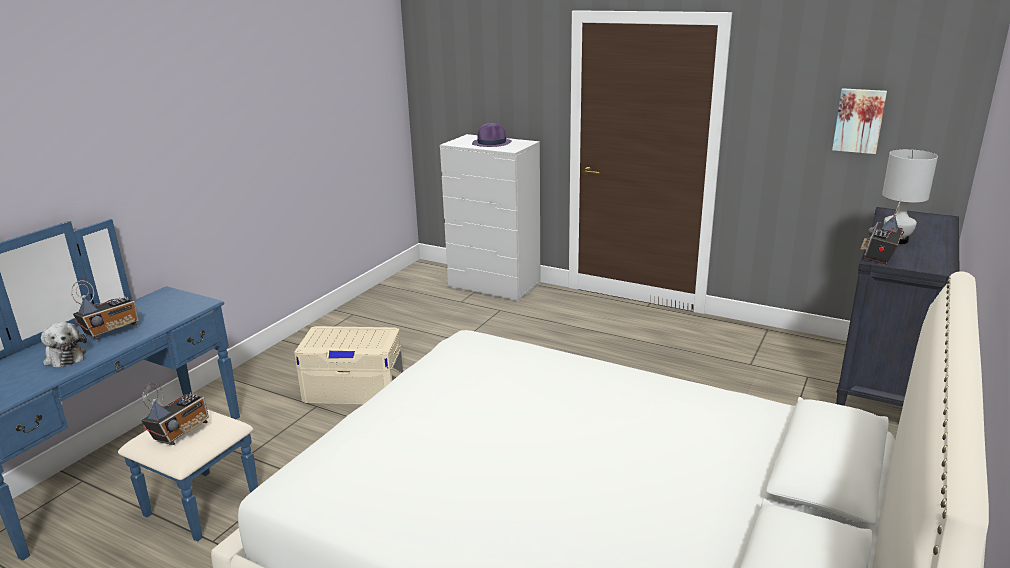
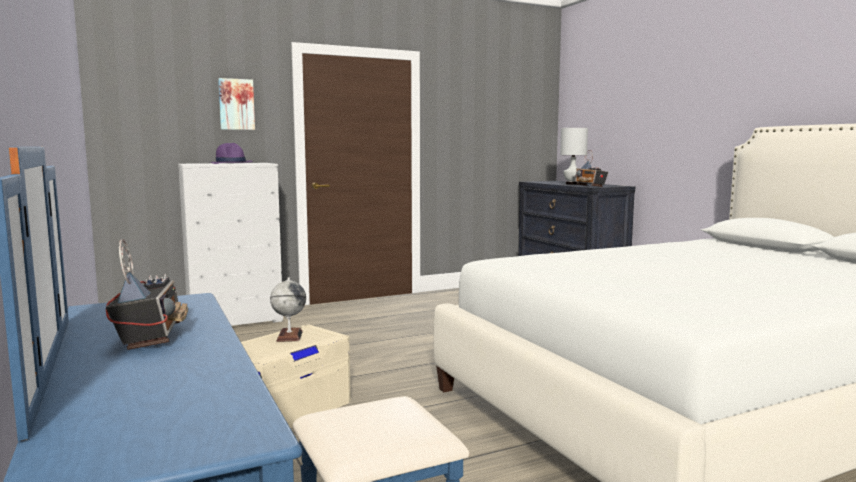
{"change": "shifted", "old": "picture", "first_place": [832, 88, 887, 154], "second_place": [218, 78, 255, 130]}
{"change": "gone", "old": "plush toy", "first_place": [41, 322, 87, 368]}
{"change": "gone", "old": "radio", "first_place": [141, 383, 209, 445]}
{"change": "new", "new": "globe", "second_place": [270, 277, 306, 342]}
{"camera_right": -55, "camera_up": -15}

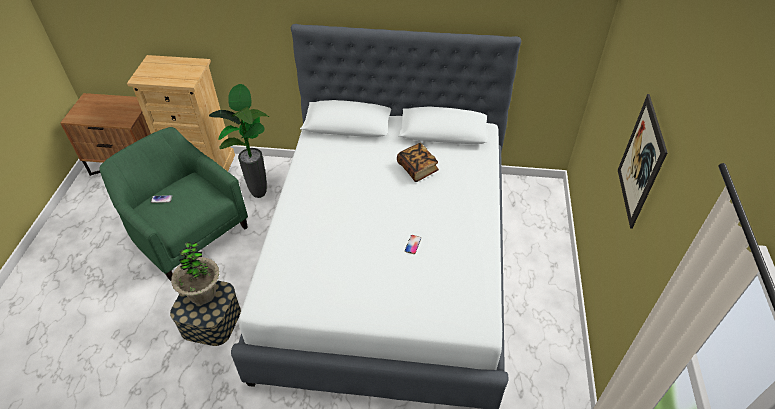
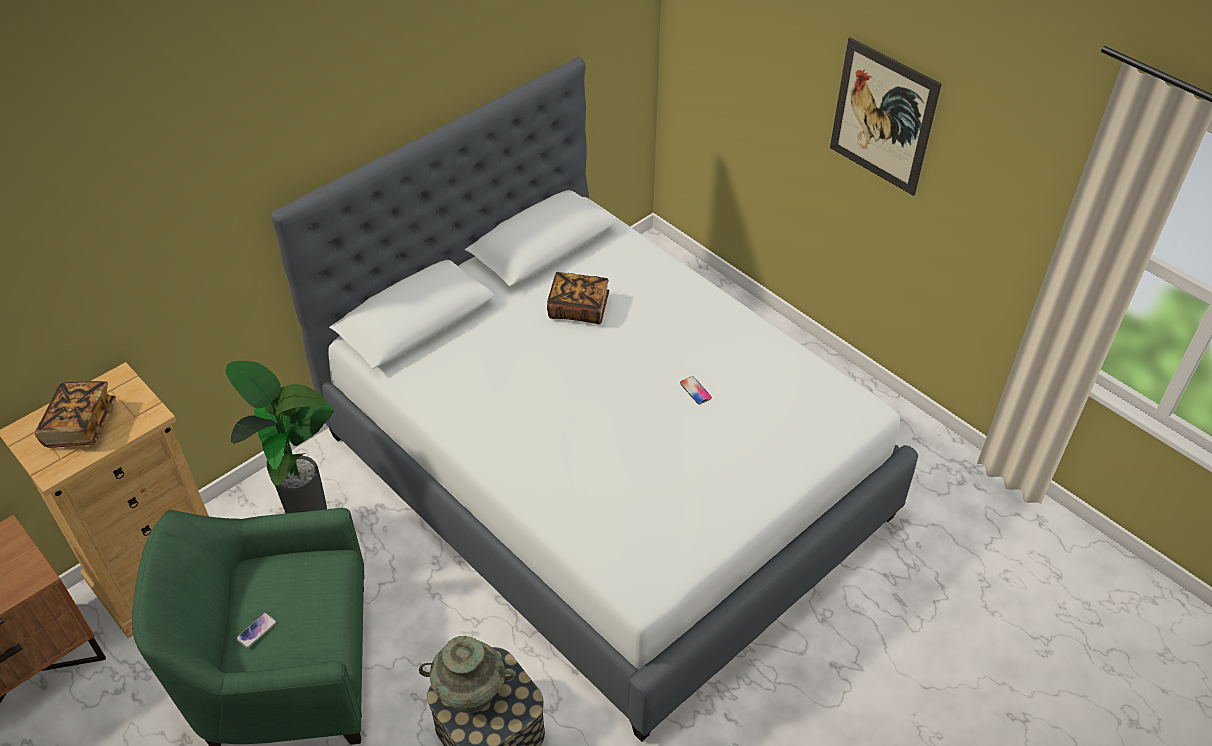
{"change": "swapped", "old": "potted plant", "new": "turquoise vase", "first_place": [171, 242, 219, 305], "second_place": [419, 636, 516, 713]}
{"change": "new", "new": "book", "second_place": [35, 381, 116, 448]}
{"camera_right": -50, "camera_up": 0}

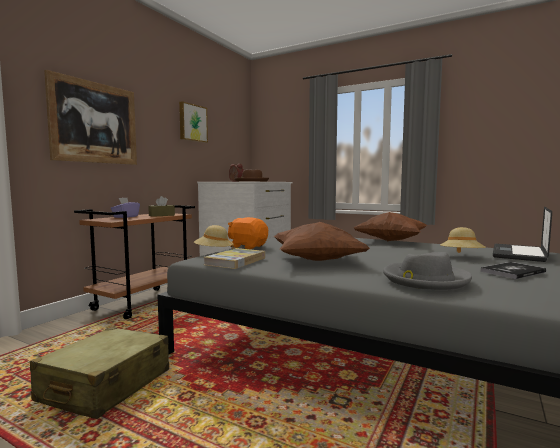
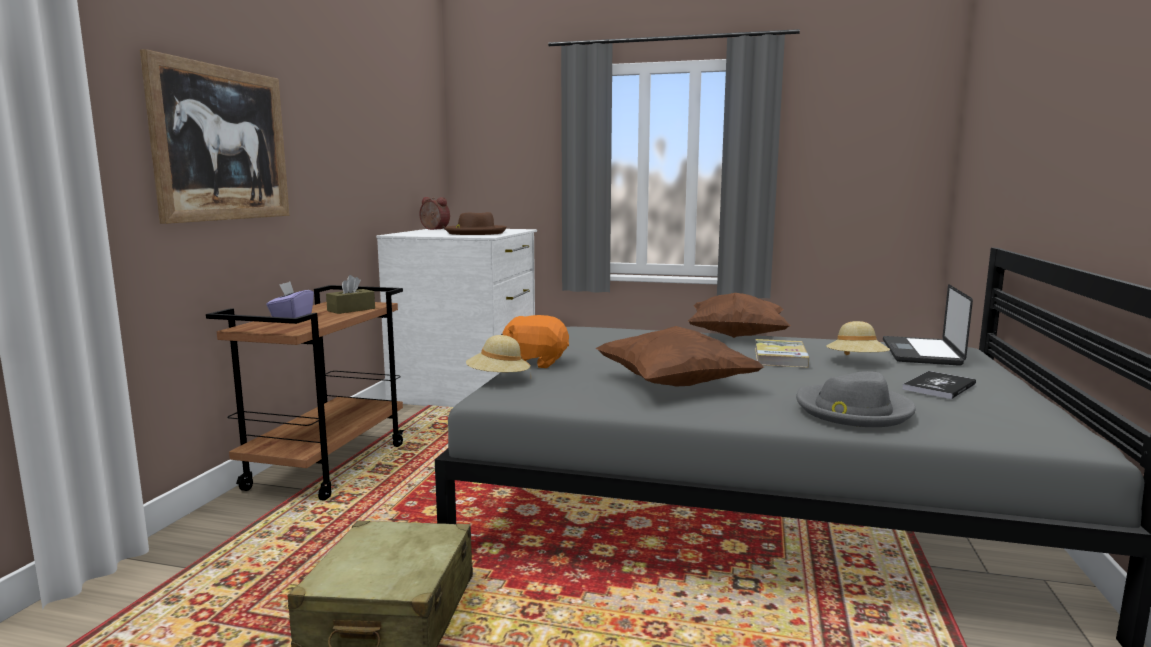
{"change": "gone", "old": "picture", "first_place": [179, 101, 208, 143]}
{"change": "shifted", "old": "book", "first_place": [203, 248, 265, 269], "second_place": [755, 339, 809, 368]}
{"camera_right": -15, "camera_up": 5}

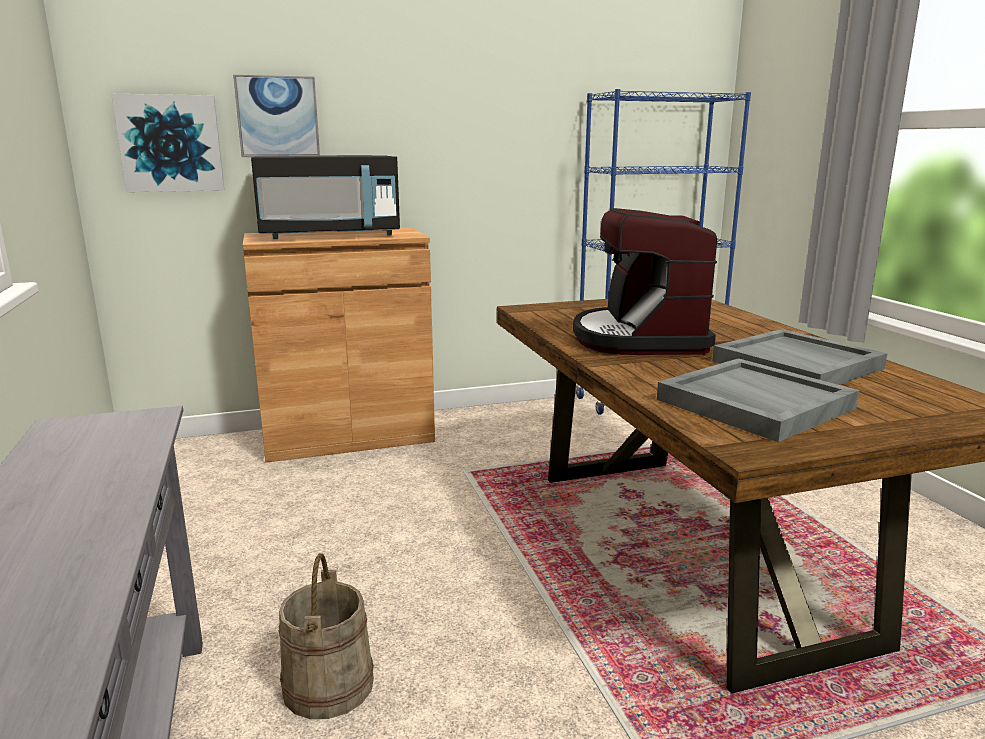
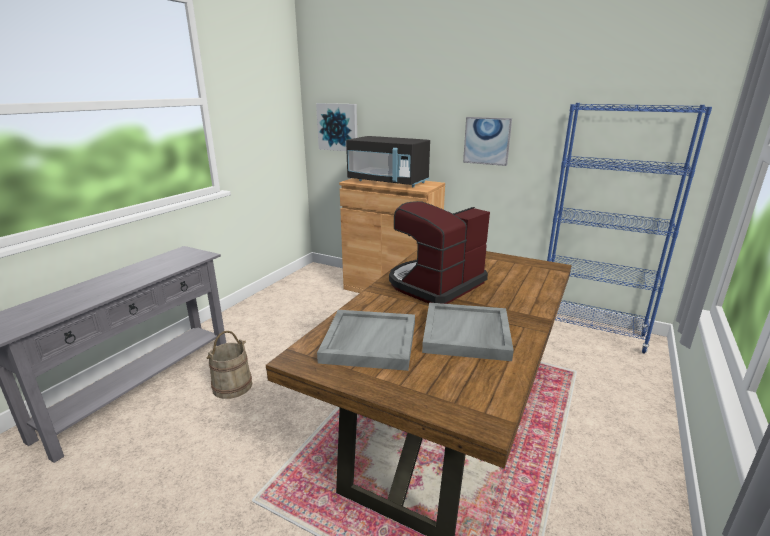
{"change": "shifted", "old": "picture", "first_place": [233, 75, 320, 157], "second_place": [463, 117, 512, 166]}
{"camera_right": 45, "camera_up": 5}

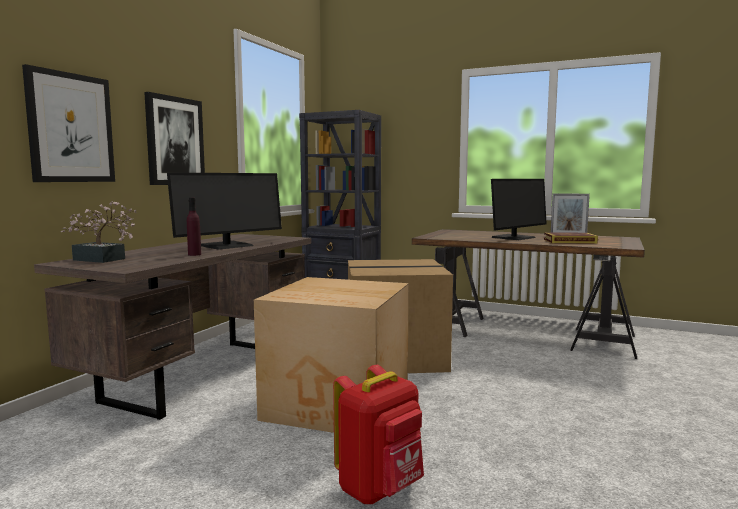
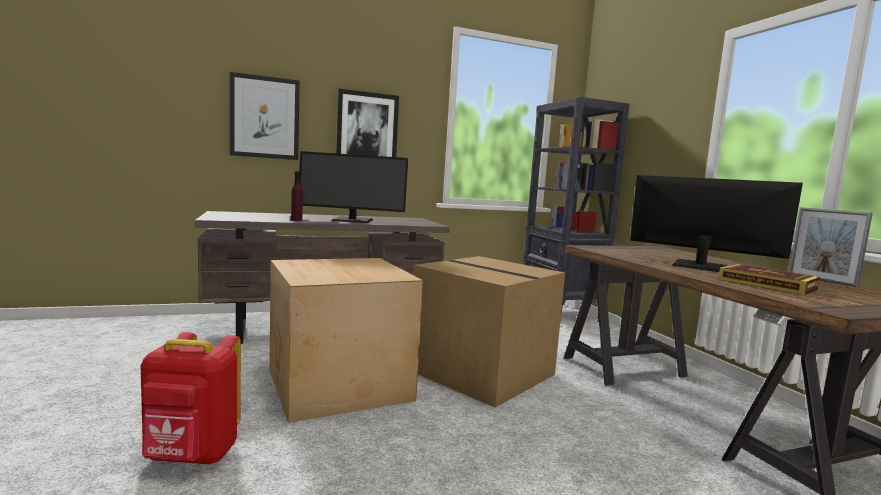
{"change": "rotated", "old": "monitor", "first_place": [491, 179, 547, 240], "second_place": [630, 175, 803, 272], "degrees": -150}
{"change": "gone", "old": "potted plant", "first_place": [61, 201, 137, 263]}
{"camera_right": 45, "camera_up": 0}

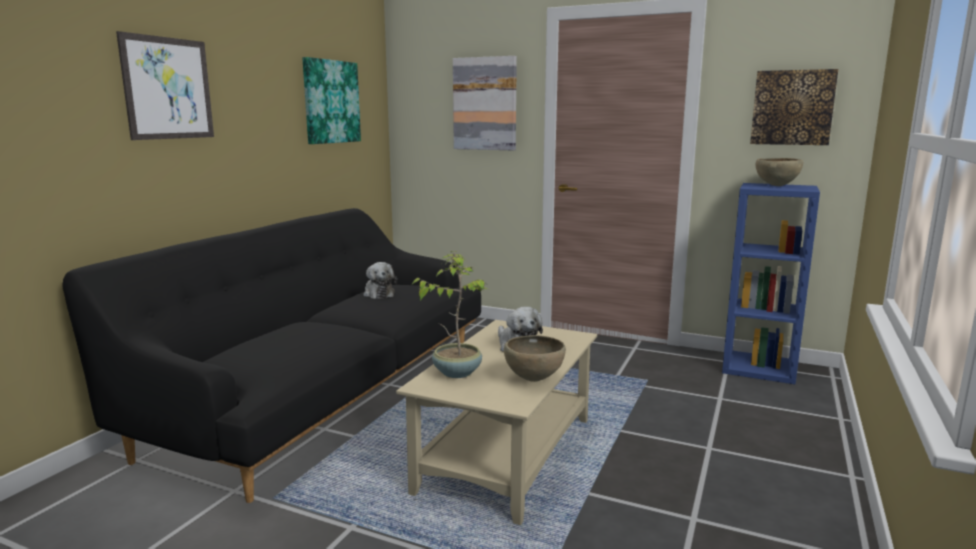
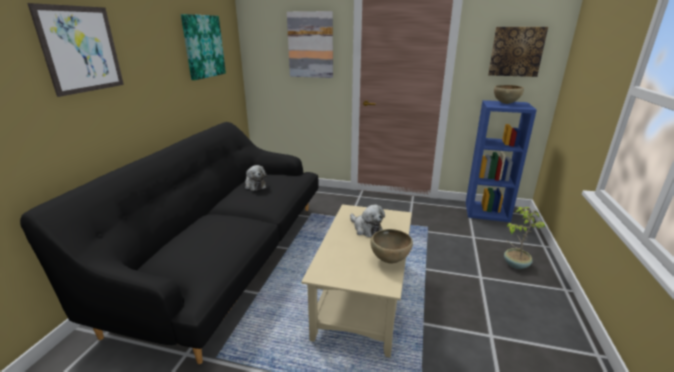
{"change": "shifted", "old": "potted plant", "first_place": [411, 251, 488, 378], "second_place": [504, 207, 545, 269]}
{"camera_right": -10, "camera_up": 10}

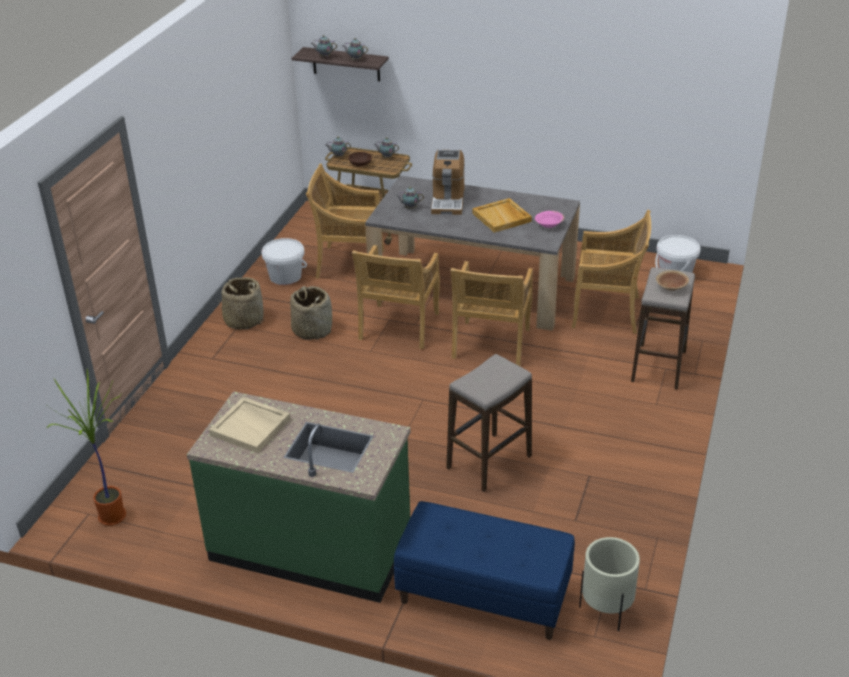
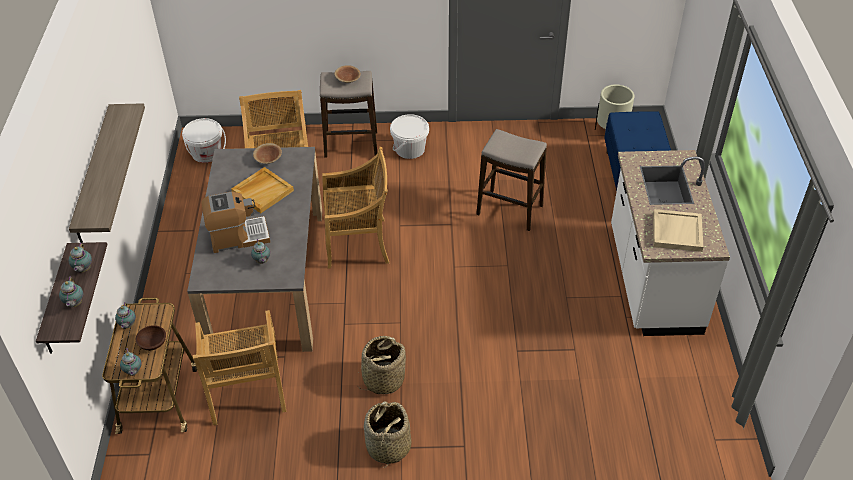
{"change": "repainted", "old": "pink bowl", "new": "brown bowl", "first_place": [535, 211, 564, 228], "second_place": [253, 143, 282, 164]}
{"change": "shifted", "old": "white bucket", "first_place": [262, 238, 307, 285], "second_place": [390, 114, 429, 159]}
{"change": "gone", "old": "beige chair", "first_place": [352, 245, 440, 349]}
{"change": "gone", "old": "potted plant", "first_place": [46, 369, 126, 526]}
{"change": "repainted", "old": "green counter", "new": "white counter", "first_place": [187, 391, 411, 603], "second_place": [611, 150, 730, 336]}
{"change": "new", "new": "shelf", "second_place": [69, 103, 145, 243]}
{"camera_right": -110, "camera_up": 10}

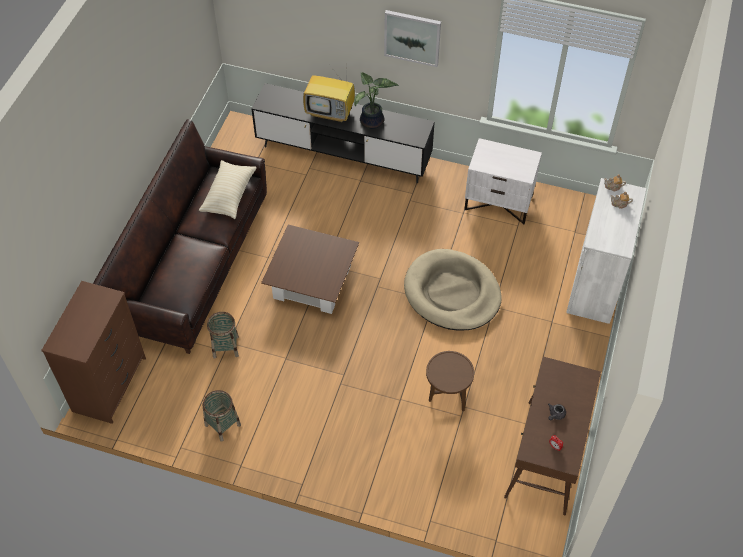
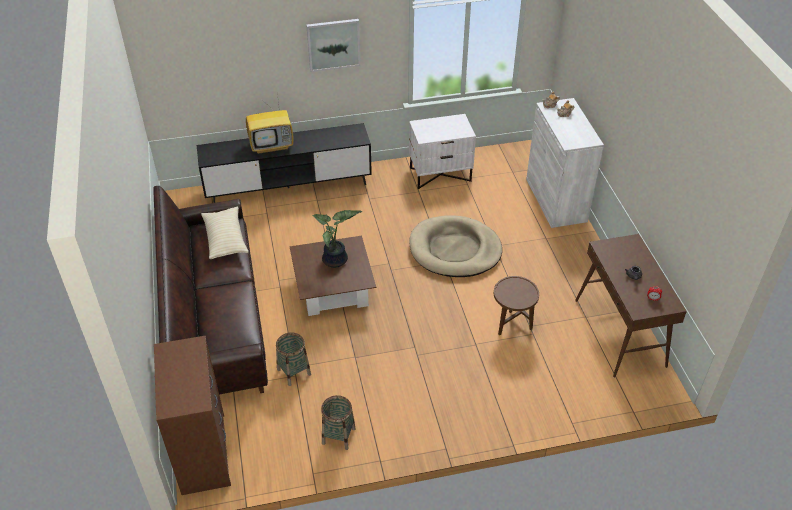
{"change": "shifted", "old": "potted plant", "first_place": [354, 72, 399, 129], "second_place": [313, 210, 362, 268]}
{"camera_right": -30, "camera_up": -10}

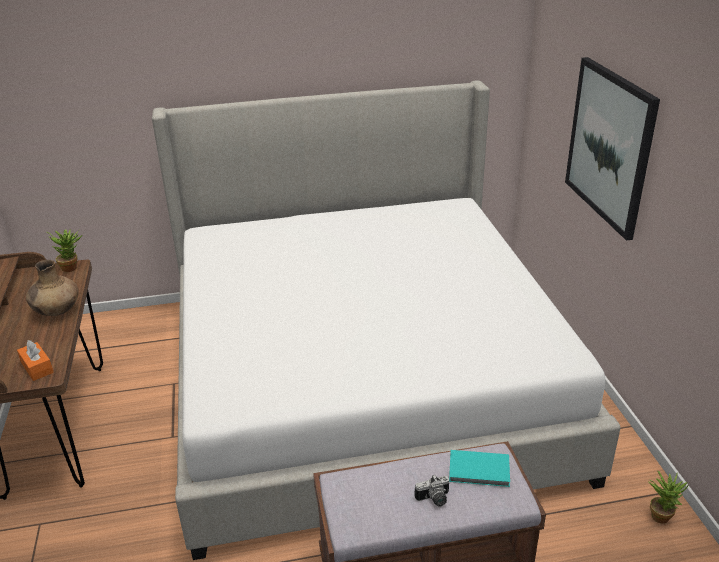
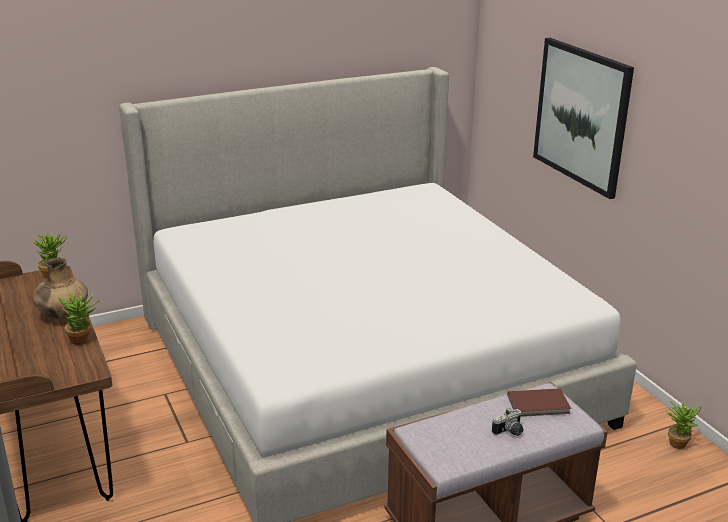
{"change": "gone", "old": "orange tissue box", "first_place": [17, 340, 54, 381]}
{"change": "repainted", "old": "turquoise book", "new": "brown book", "first_place": [449, 450, 510, 487], "second_place": [508, 388, 571, 417]}
{"change": "new", "new": "potted plant", "second_place": [58, 290, 101, 345]}
{"camera_right": -15, "camera_up": -5}

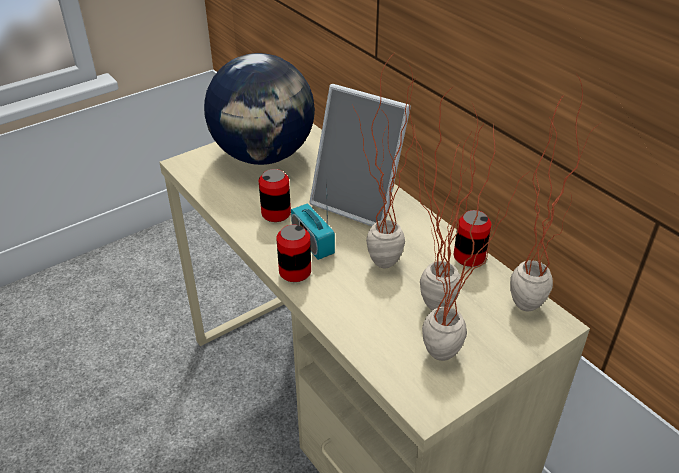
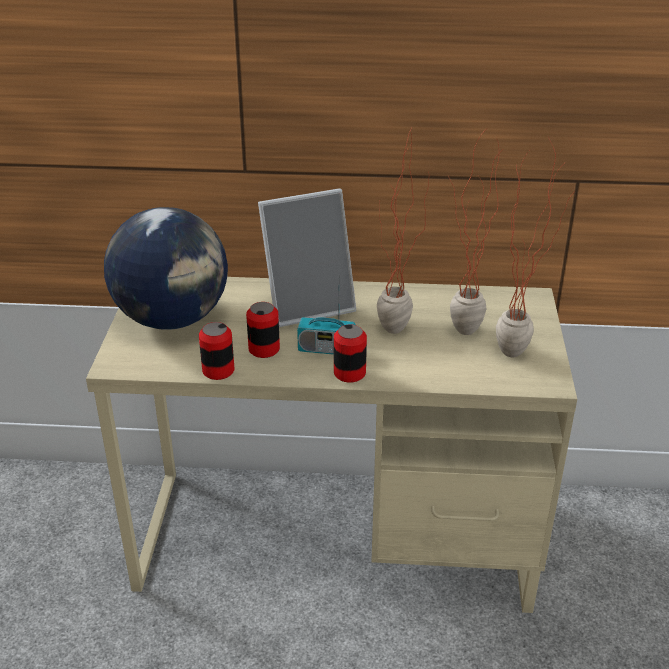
{"change": "gone", "old": "potted plant", "first_place": [510, 72, 600, 311]}
{"change": "shifted", "old": "can", "first_place": [454, 210, 491, 267], "second_place": [199, 322, 235, 380]}
{"camera_right": -50, "camera_up": -5}

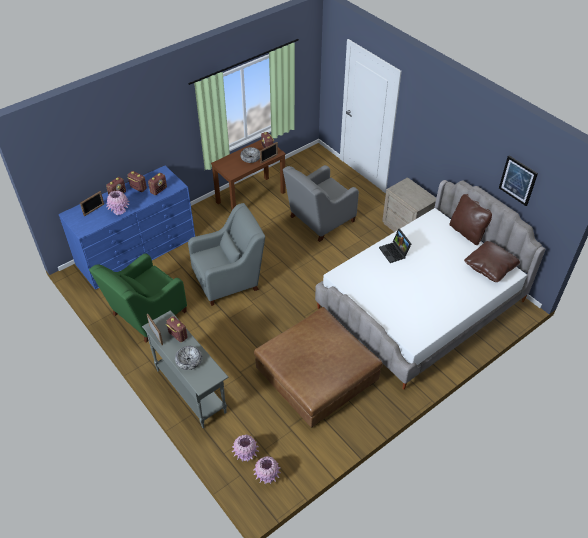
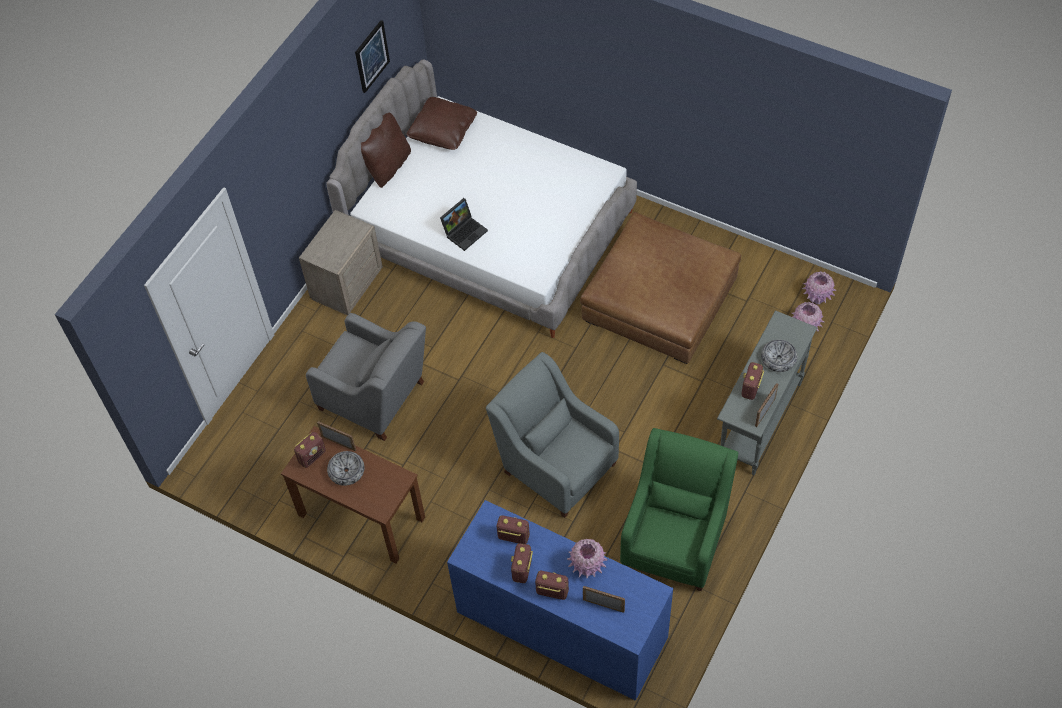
{"change": "rotated", "old": "green armchair", "first_place": [89, 253, 187, 343], "second_place": [620, 428, 738, 591], "degrees": -90}
{"camera_right": -110, "camera_up": 10}

